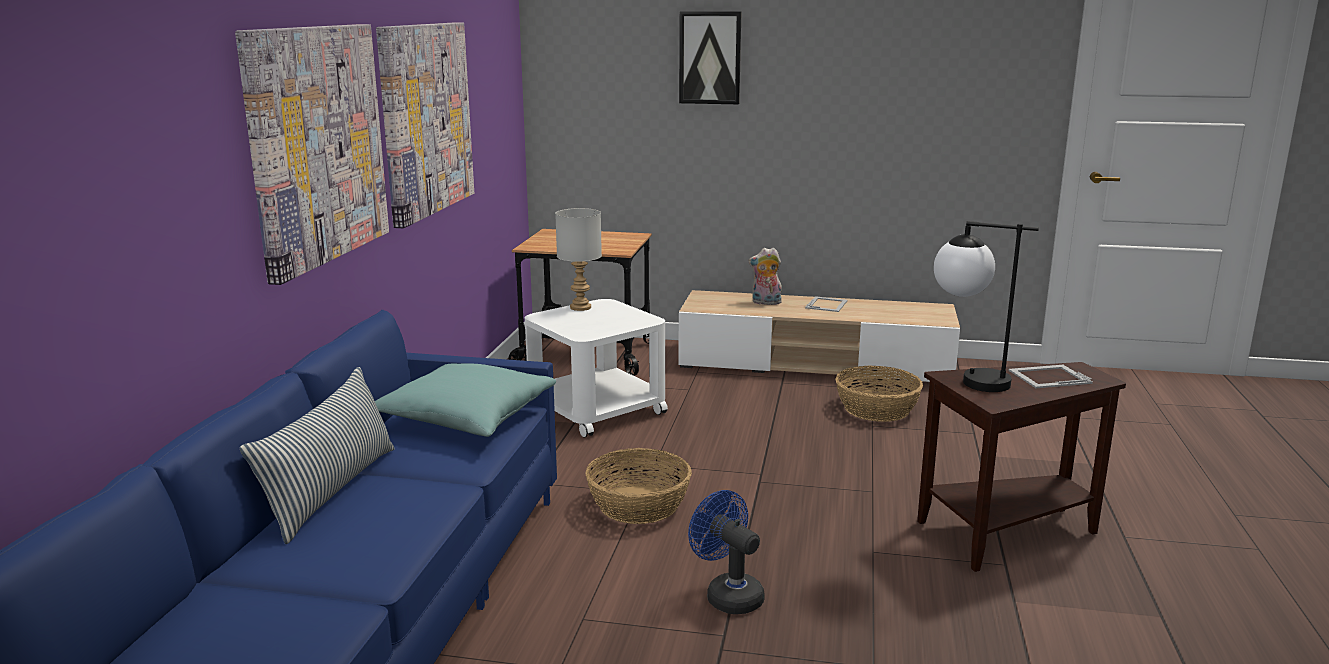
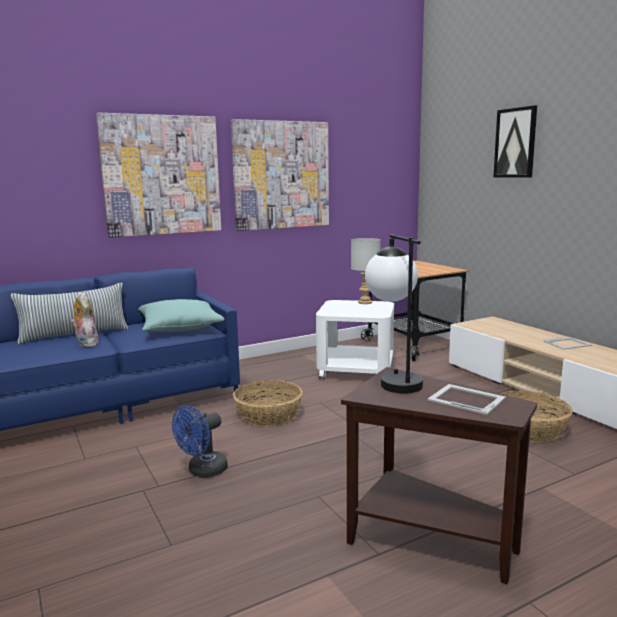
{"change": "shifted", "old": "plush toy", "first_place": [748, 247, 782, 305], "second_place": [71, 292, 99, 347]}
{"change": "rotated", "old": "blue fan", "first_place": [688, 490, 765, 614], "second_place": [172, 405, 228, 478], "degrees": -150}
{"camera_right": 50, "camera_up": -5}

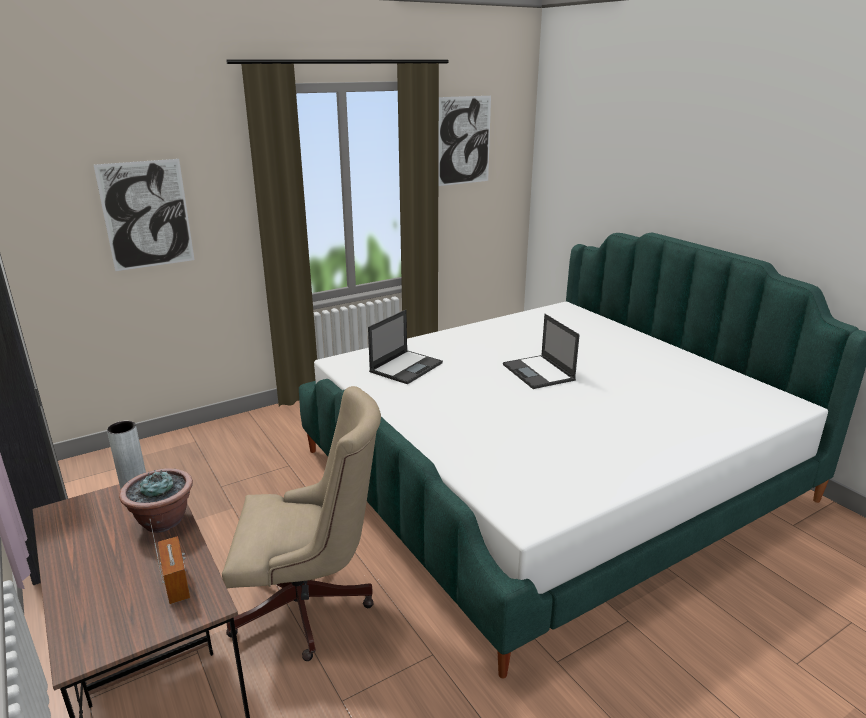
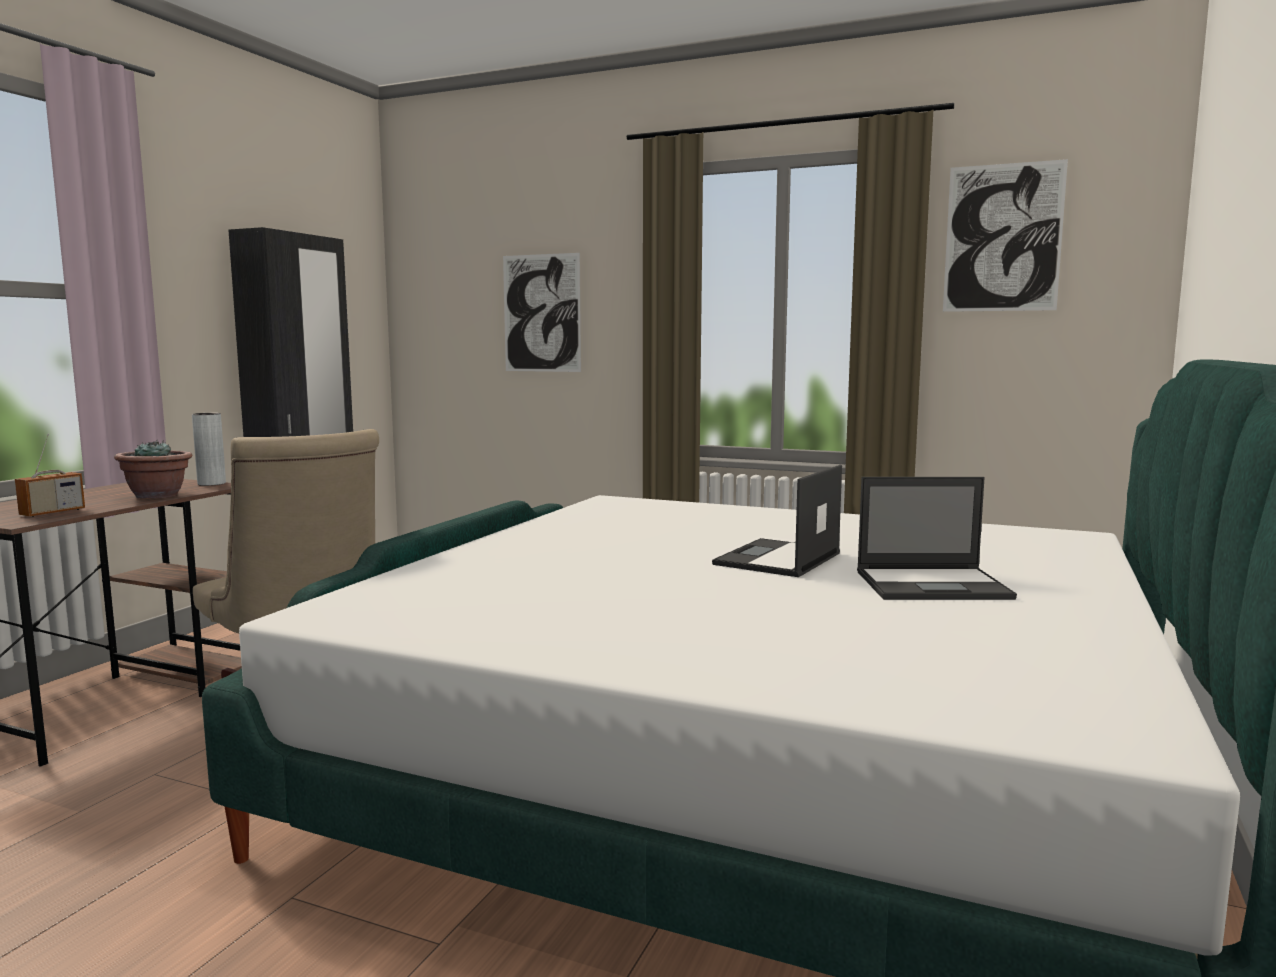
{"change": "shifted", "old": "laptop", "first_place": [368, 310, 443, 384], "second_place": [857, 477, 1017, 600]}
{"camera_right": 55, "camera_up": -15}

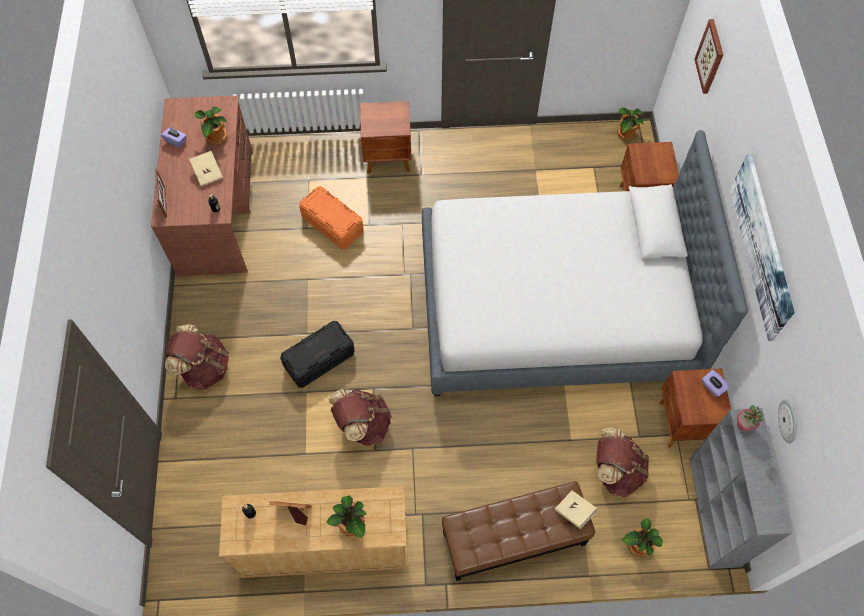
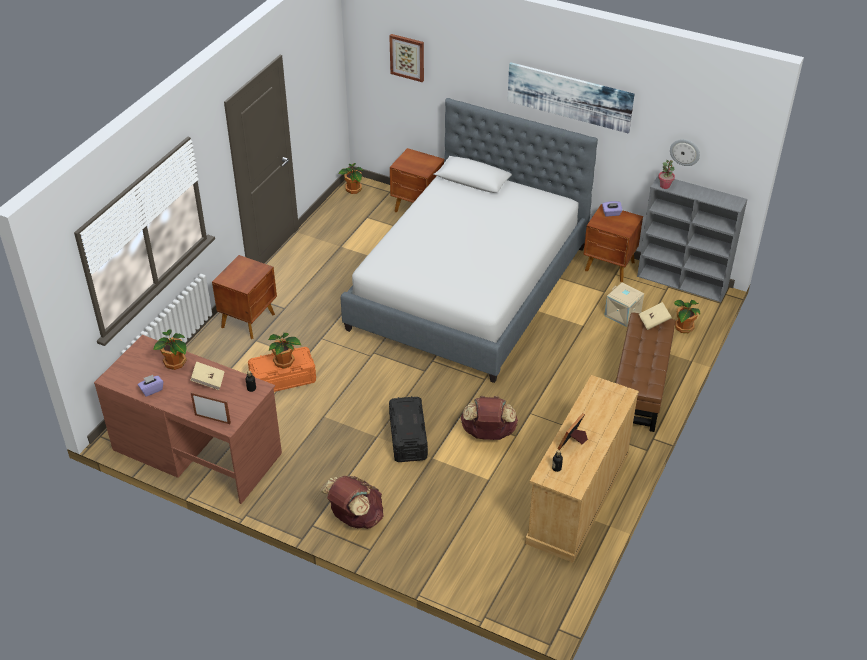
{"change": "swapped", "old": "brown backpack", "new": "beige storage box", "first_place": [596, 427, 649, 497], "second_place": [604, 283, 644, 327]}
{"change": "shifted", "old": "potted plant", "first_place": [326, 495, 367, 538], "second_place": [268, 333, 301, 369]}
{"camera_right": -60, "camera_up": -20}

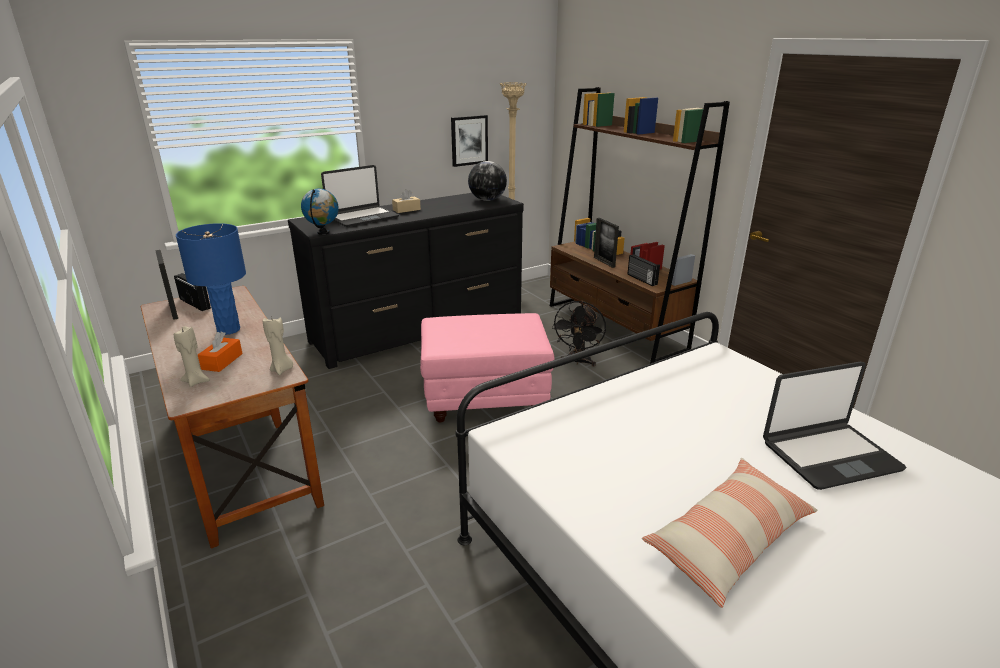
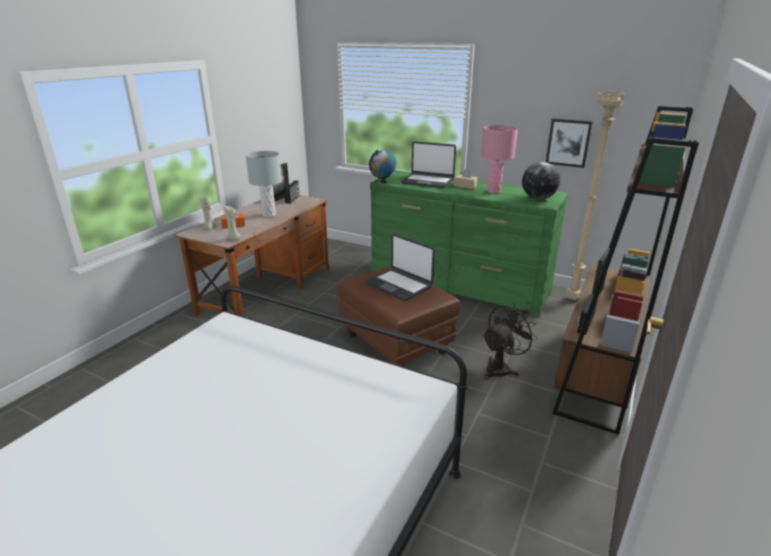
{"change": "repainted", "old": "black dresser", "new": "green dresser", "first_place": [288, 193, 524, 369], "second_place": [370, 170, 568, 317]}
{"change": "repainted", "old": "blue table lamp", "new": "grey table lamp", "first_place": [176, 223, 246, 335], "second_place": [246, 151, 282, 217]}
{"change": "rotated", "old": "black fan", "first_place": [552, 301, 606, 367], "second_place": [483, 303, 538, 380], "degrees": 150}
{"change": "repainted", "old": "pink ottoman", "new": "brown ottoman", "first_place": [420, 313, 555, 422], "second_place": [337, 266, 460, 366]}
{"change": "shifted", "old": "laptop", "first_place": [763, 362, 907, 490], "second_place": [365, 234, 435, 301]}
{"change": "gone", "old": "pillow", "first_place": [642, 458, 818, 608]}
{"change": "new", "new": "pink table lamp", "second_place": [481, 125, 518, 193]}
{"camera_right": 60, "camera_up": 0}

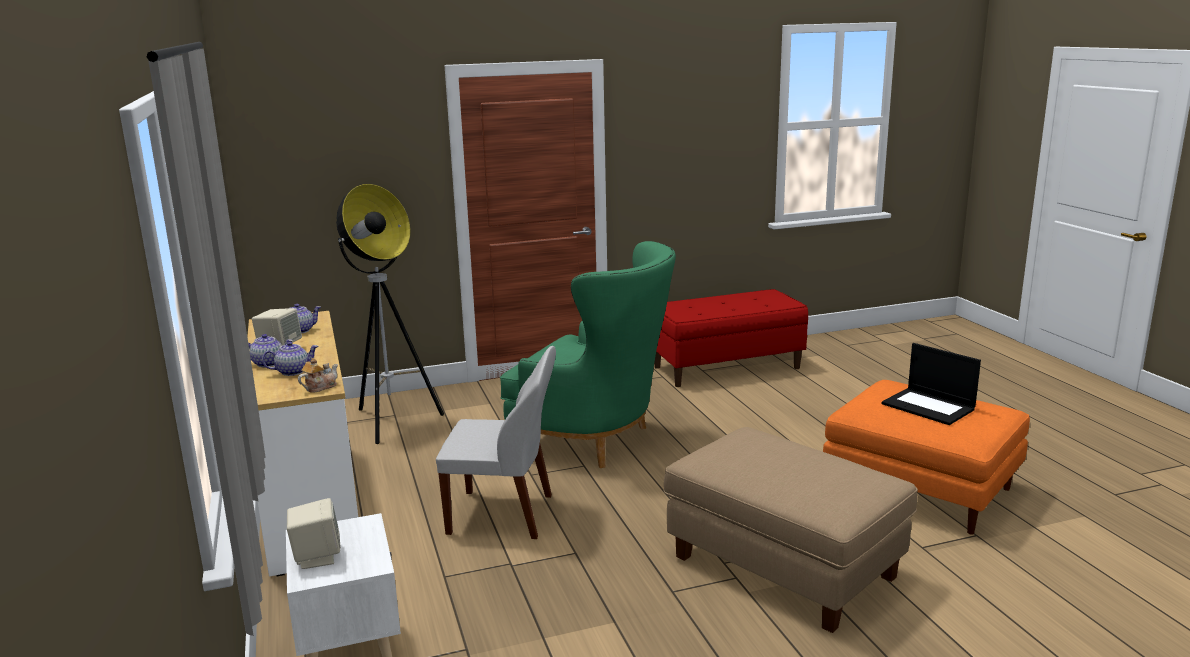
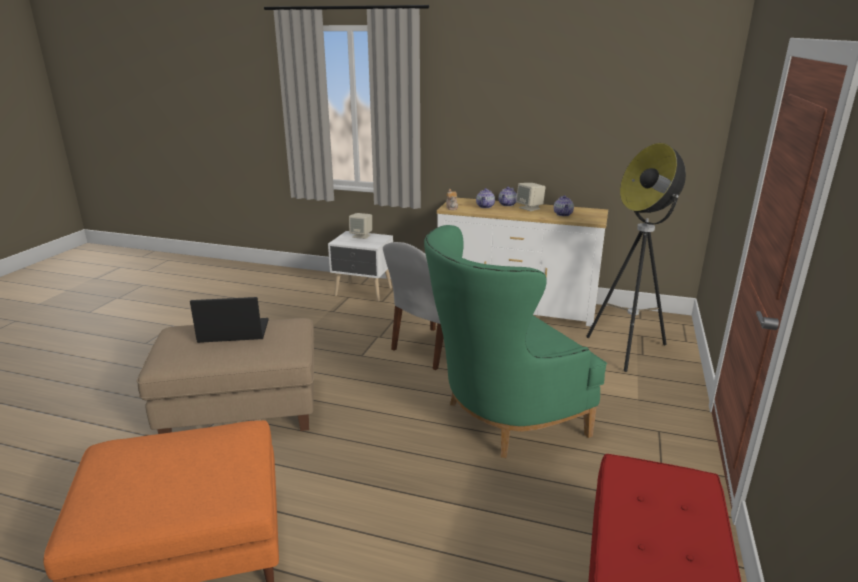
{"change": "shifted", "old": "laptop", "first_place": [882, 343, 981, 425], "second_place": [190, 297, 269, 343]}
{"camera_right": 125, "camera_up": 5}

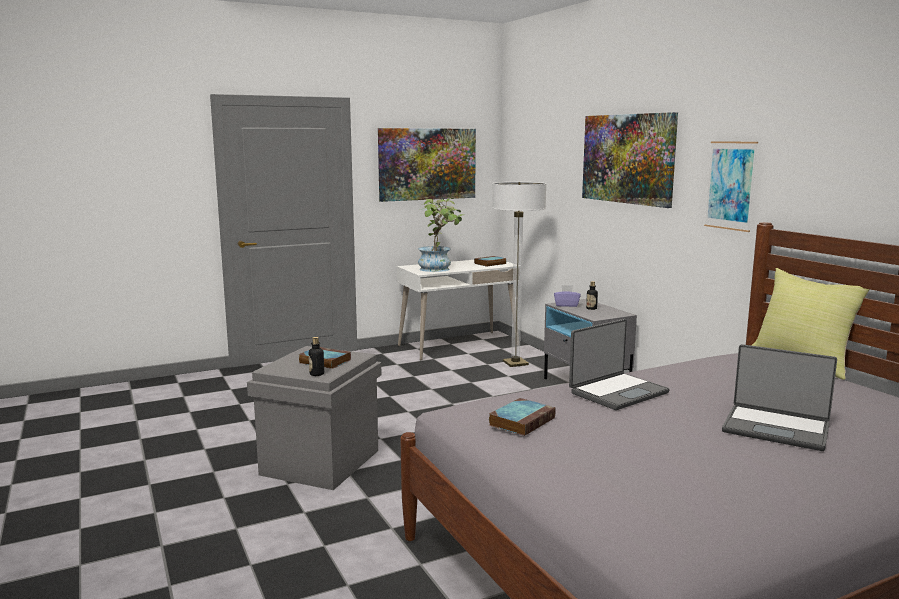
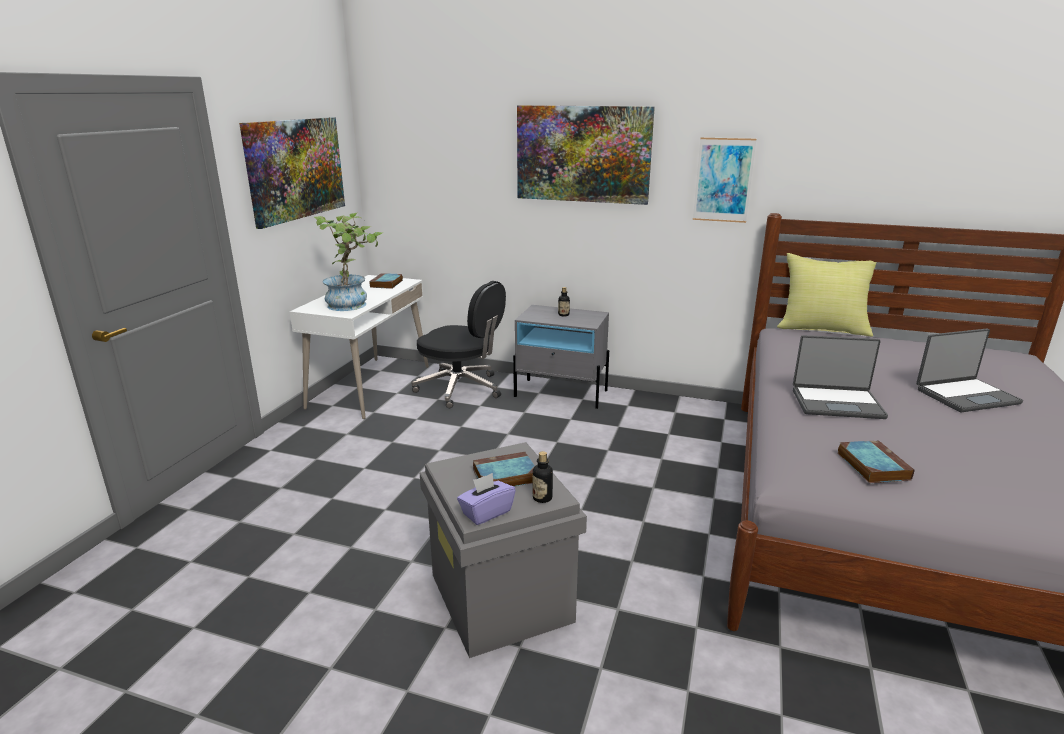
{"change": "swapped", "old": "floor lamp", "new": "black office chair", "first_place": [492, 182, 546, 367], "second_place": [411, 281, 506, 408]}
{"change": "shifted", "old": "purple tissue box", "first_place": [554, 285, 581, 307], "second_place": [457, 473, 516, 525]}
{"change": "rotated", "old": "laptop", "first_place": [569, 319, 670, 410], "second_place": [793, 335, 888, 419], "degrees": 90}
{"camera_right": -45, "camera_up": 10}

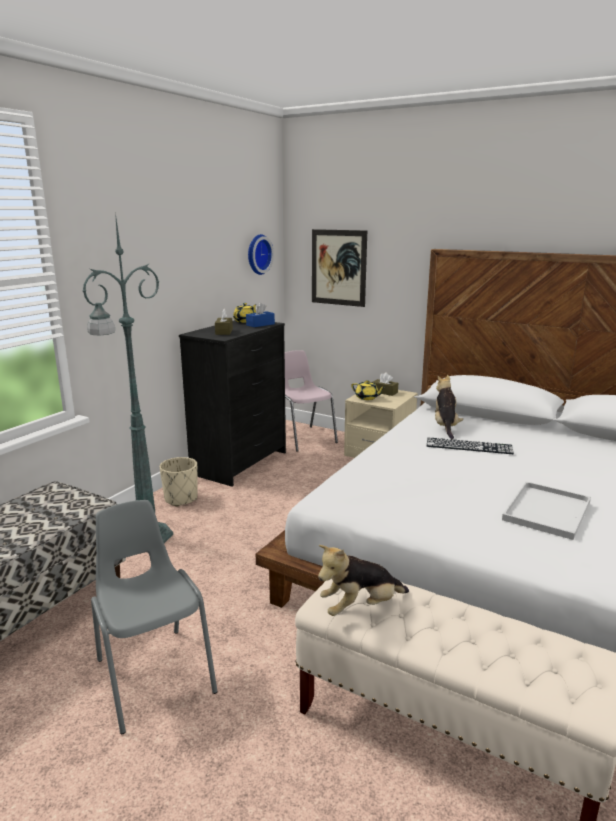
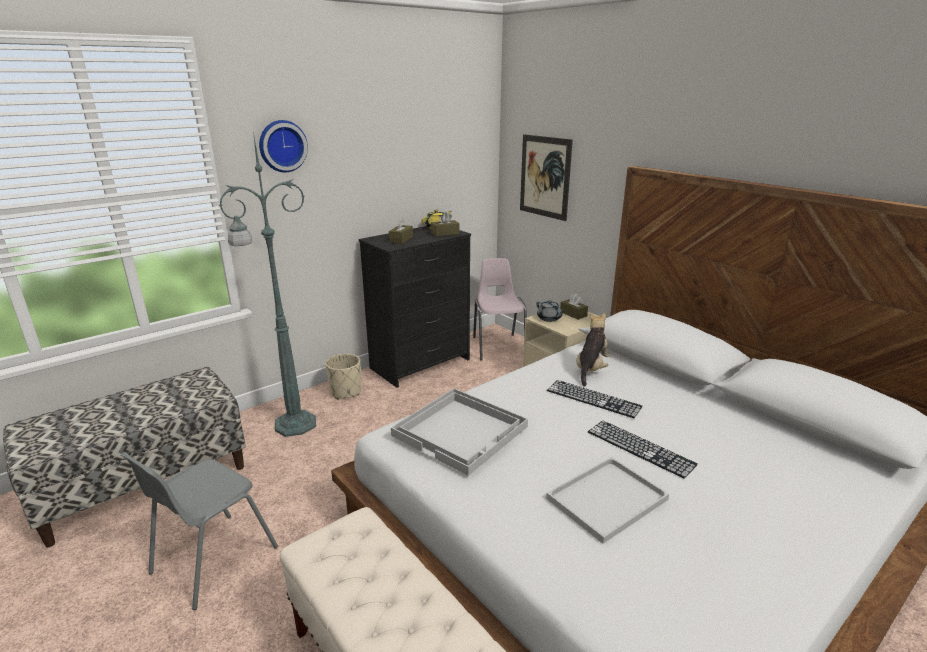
{"change": "shifted", "old": "wall clock", "first_place": [248, 234, 274, 275], "second_place": [259, 120, 308, 172]}
{"change": "repainted", "old": "blue tissue box", "new": "brown tissue box", "first_place": [246, 303, 275, 327], "second_place": [431, 212, 460, 237]}
{"change": "repainted", "old": "yellow teapot", "new": "grey teapot", "first_place": [351, 380, 385, 400], "second_place": [536, 300, 565, 322]}
{"change": "rotated", "old": "grey chair", "first_place": [91, 500, 217, 734], "second_place": [121, 453, 278, 610], "degrees": -135}
{"change": "gone", "old": "plush toy", "first_place": [318, 545, 409, 616]}
{"change": "new", "new": "white tray", "second_place": [391, 388, 528, 476]}
{"change": "new", "new": "keyboard", "second_place": [588, 421, 698, 479]}
{"camera_right": 20, "camera_up": 5}

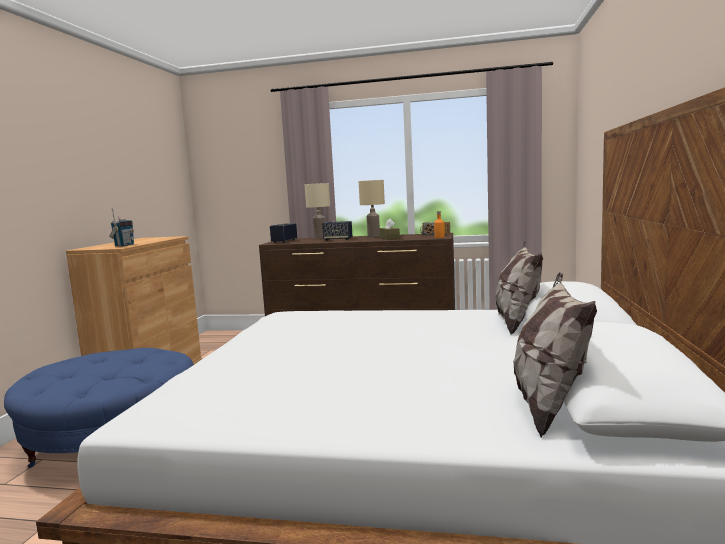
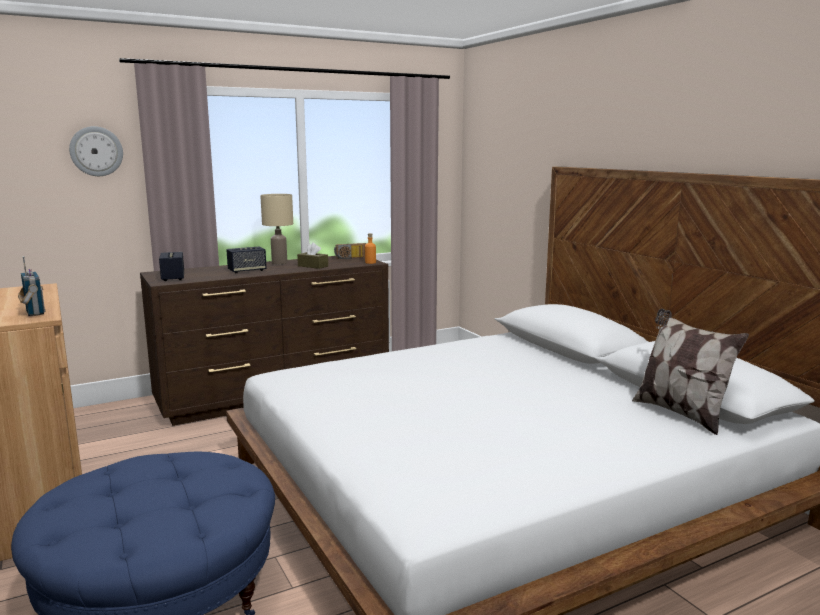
{"change": "gone", "old": "beige table lamp", "first_place": [305, 183, 330, 239]}
{"change": "gone", "old": "pillow", "first_place": [496, 241, 543, 335]}
{"change": "new", "new": "wall clock", "second_place": [69, 126, 123, 176]}
{"camera_right": -40, "camera_up": 5}

